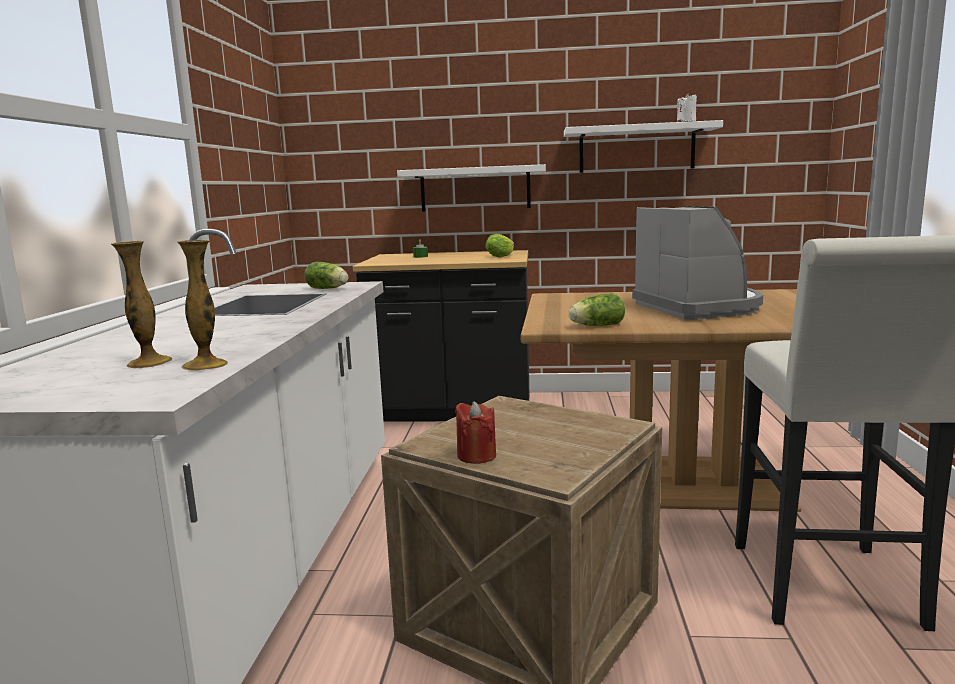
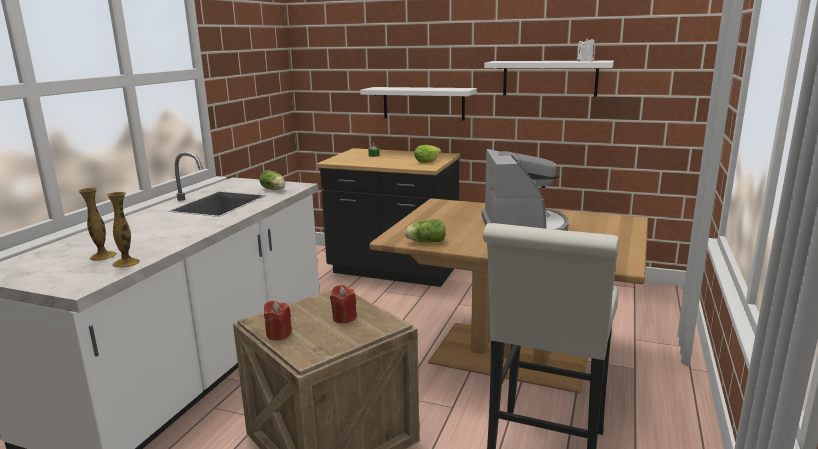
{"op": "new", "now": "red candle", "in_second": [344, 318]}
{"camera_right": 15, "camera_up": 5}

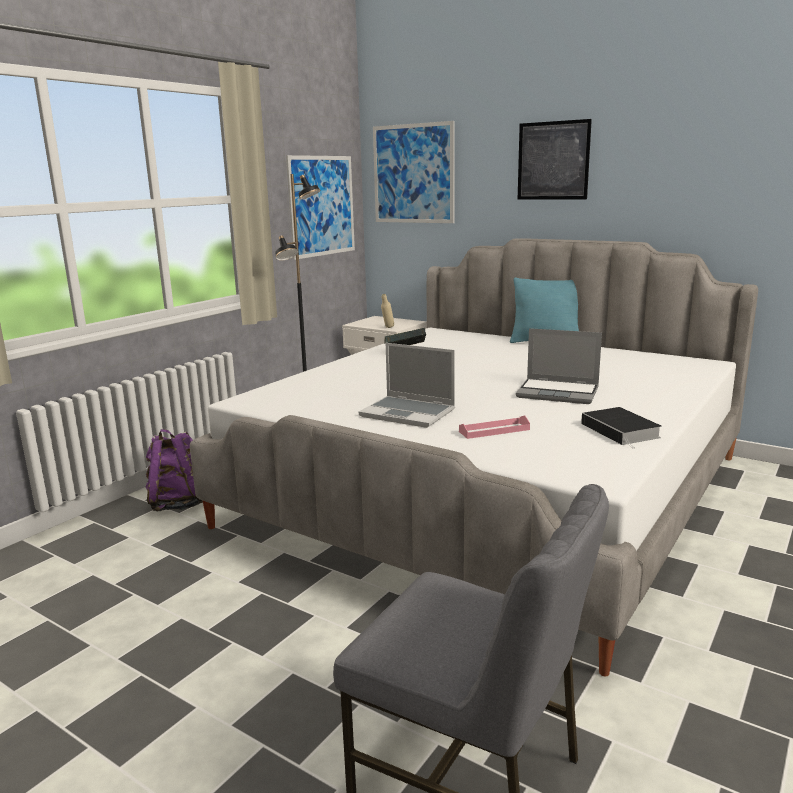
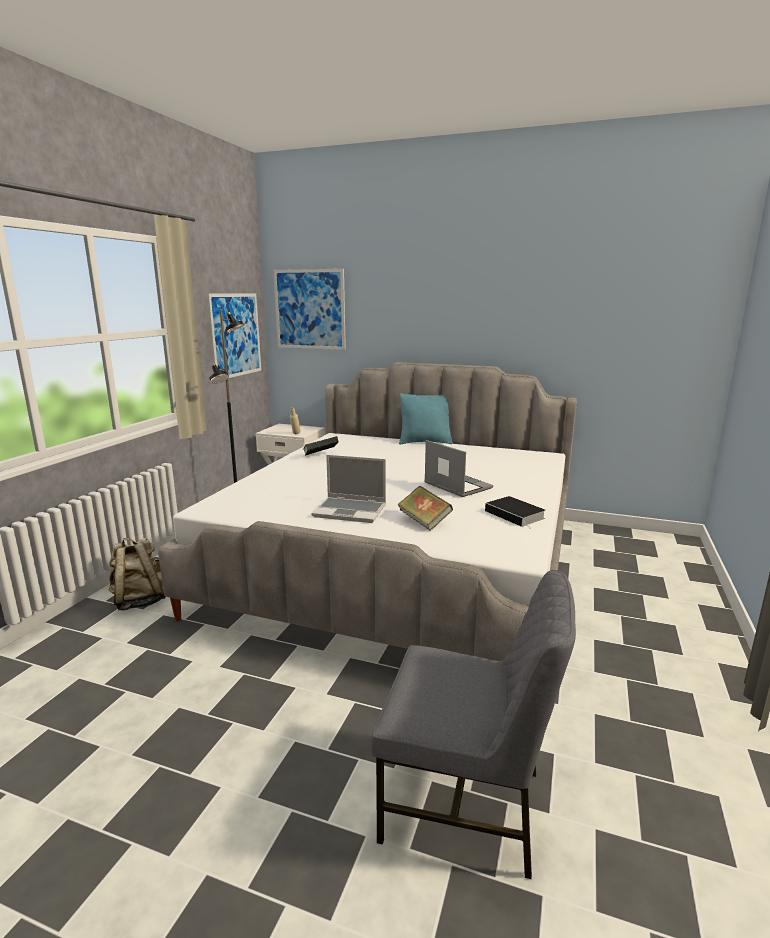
{"op": "gone", "was": "picture", "in_first": [553, 161]}
{"op": "rotated", "was": "laptop", "in_first": [559, 393], "in_second": [456, 486], "clockwise": -135}
{"op": "swapped", "was": "pink tray", "now": "book", "in_first": [494, 430], "in_second": [424, 521]}
{"op": "repainted", "was": "purple backpack", "now": "beige backpack", "in_first": [180, 504], "in_second": [141, 601]}
{"camera_right": -15, "camera_up": 0}

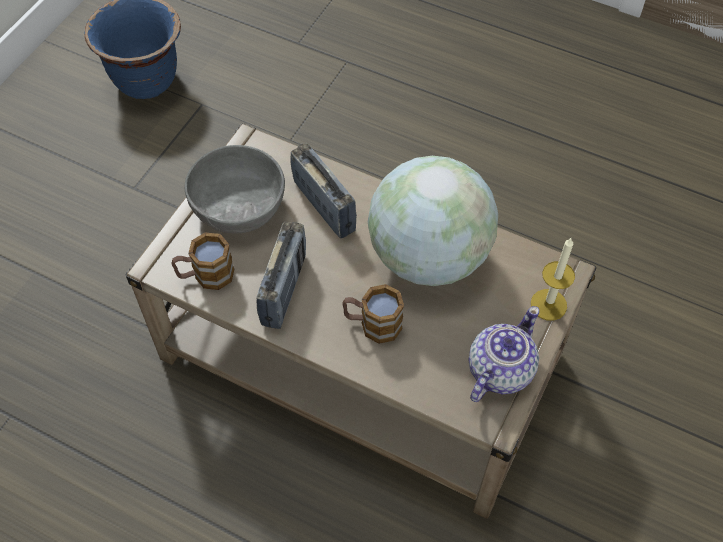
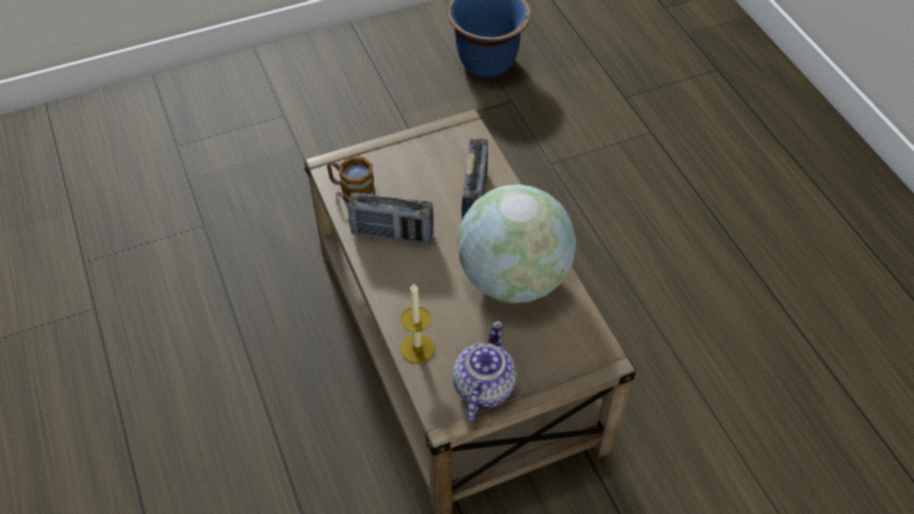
{"op": "gone", "was": "grey bowl", "in_first": [239, 206]}
{"op": "rotated", "was": "radio", "in_first": [284, 290], "in_second": [392, 234], "clockwise": 45}
{"op": "shifted", "was": "candle", "in_first": [548, 304], "in_second": [417, 348]}
{"op": "gone", "was": "mug", "in_first": [372, 324]}
{"op": "rotated", "was": "teapot", "in_first": [499, 370], "in_second": [482, 388], "clockwise": -60}
{"camera_right": 40, "camera_up": -5}

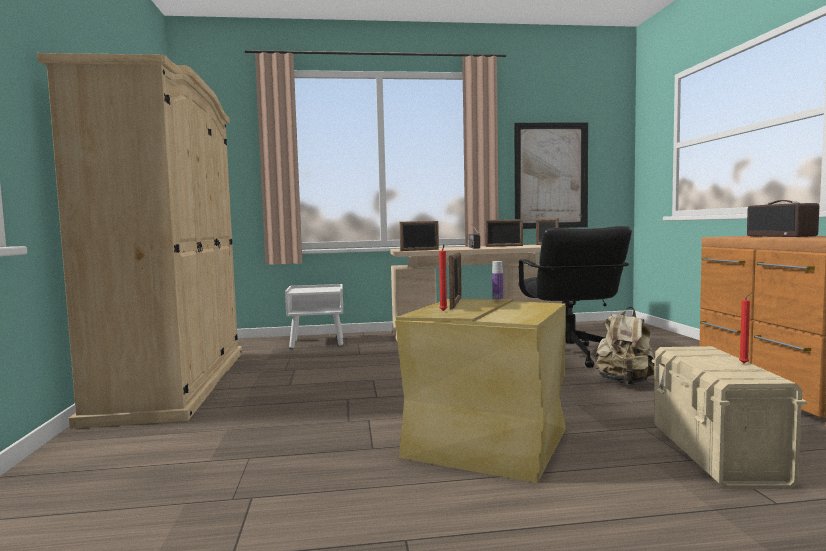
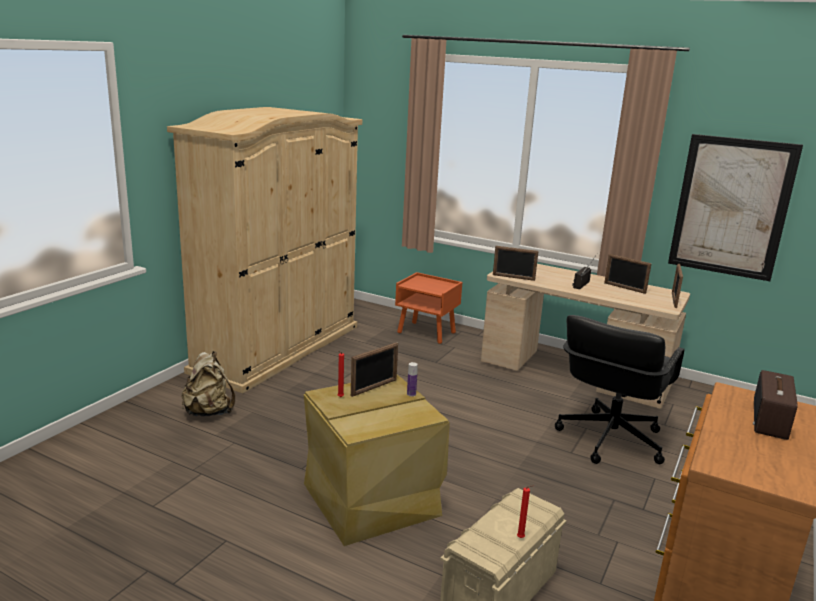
{"op": "repainted", "was": "white nightstand", "now": "orange nightstand", "in_first": [318, 342], "in_second": [427, 333]}
{"op": "shifted", "was": "beige backpack", "in_first": [625, 383], "in_second": [209, 412]}
{"camera_right": 35, "camera_up": 15}

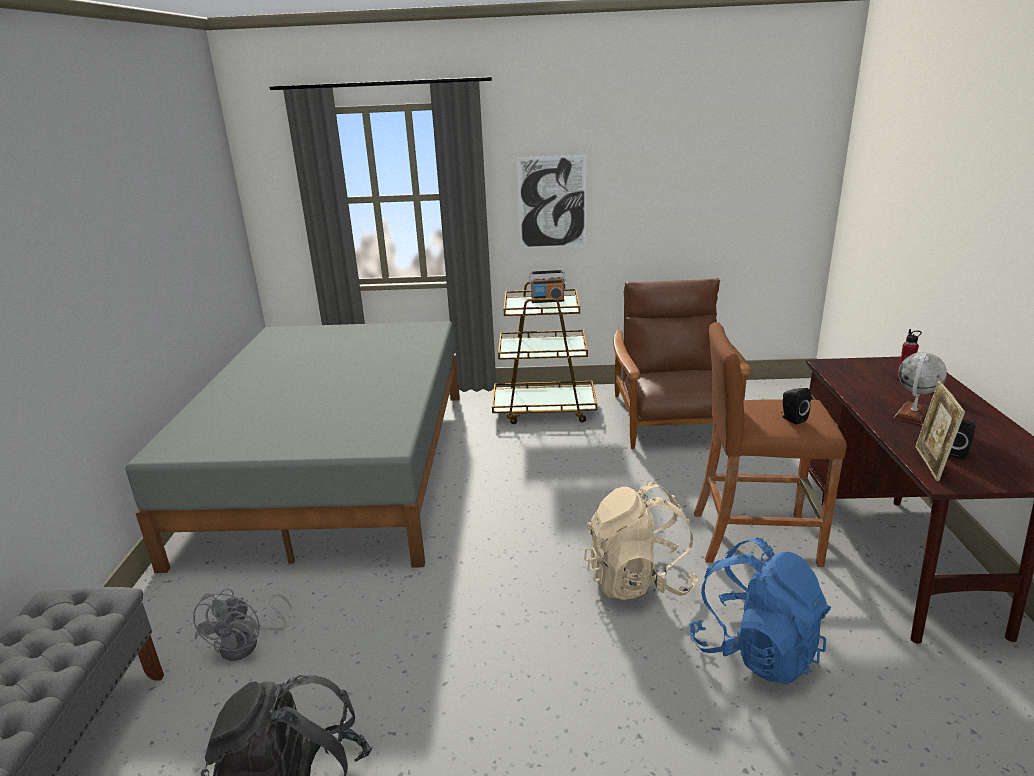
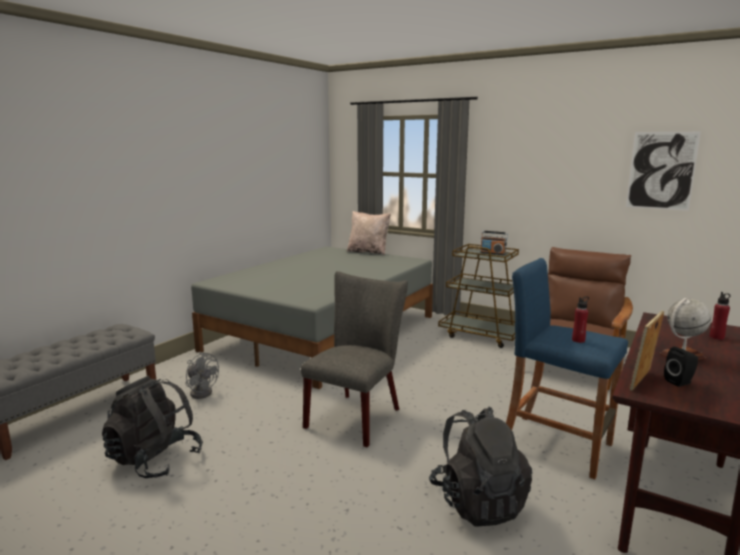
{"op": "shifted", "was": "picture", "in_first": [552, 202], "in_second": [661, 171]}
{"op": "repainted", "was": "brown stool", "now": "blue stool", "in_first": [755, 538], "in_second": [556, 445]}
{"op": "swapped", "was": "black speaker", "now": "red bottle", "in_first": [792, 419], "in_second": [578, 340]}
{"op": "gone", "was": "beige backpack", "in_first": [638, 580]}
{"op": "repainted", "was": "blue backpack", "now": "black backpack", "in_first": [755, 650], "in_second": [478, 502]}
{"op": "rotated", "was": "grey fan", "in_first": [248, 644], "in_second": [202, 392], "clockwise": -90}
{"op": "new", "now": "beige pillow", "in_second": [368, 252]}
{"op": "new", "now": "grey chair", "in_second": [357, 415]}
{"camera_right": 30, "camera_up": -10}

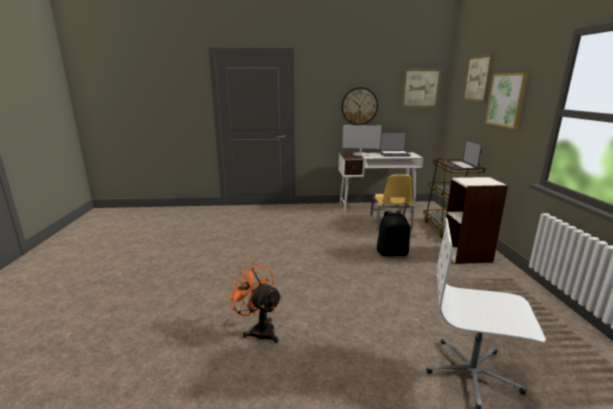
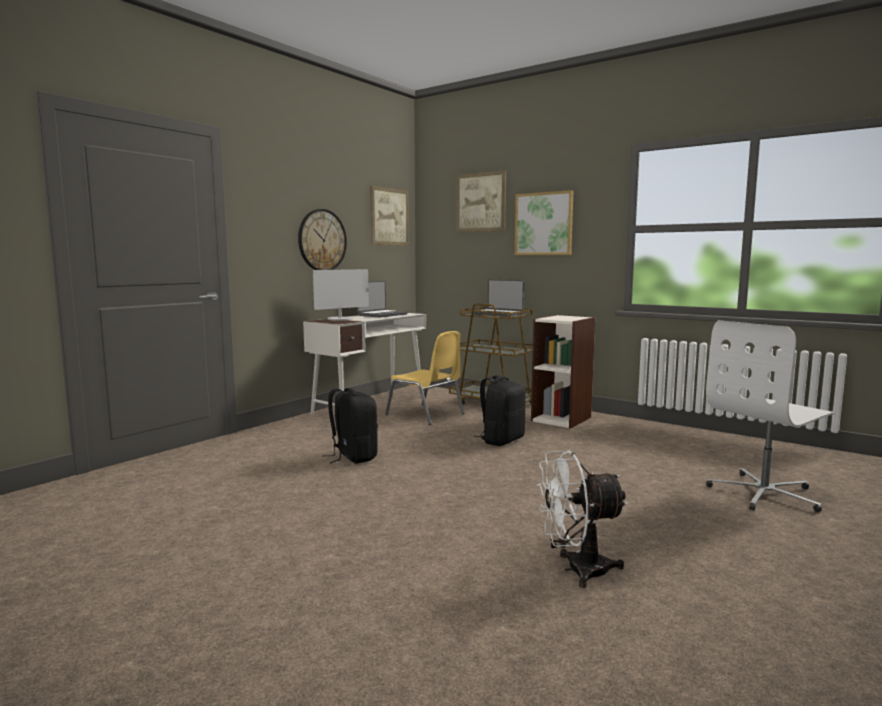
{"op": "repainted", "was": "orange fan", "now": "white fan", "in_first": [259, 329], "in_second": [576, 570]}
{"op": "new", "now": "black backpack", "in_second": [353, 457]}
{"camera_right": -50, "camera_up": -10}

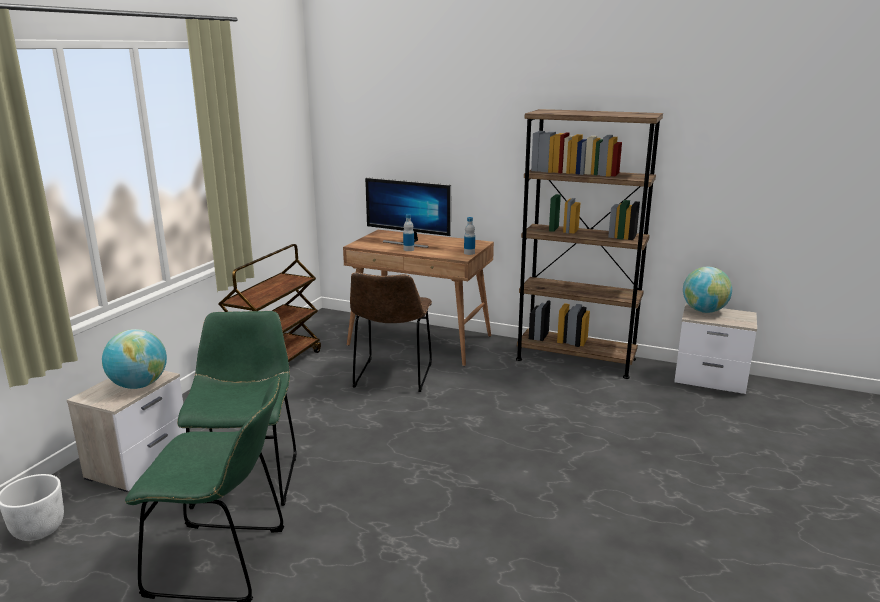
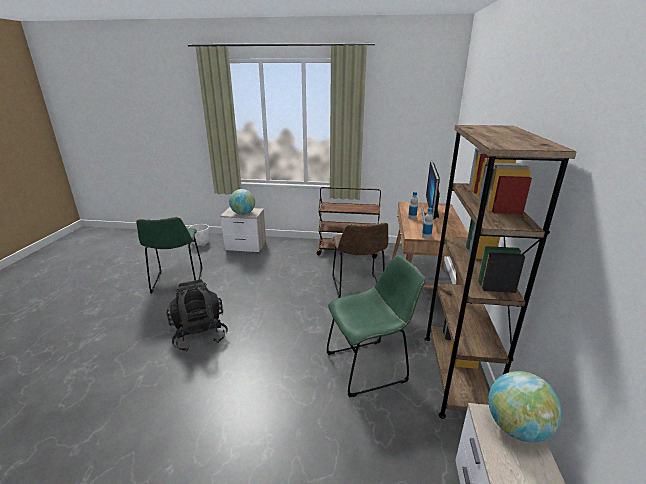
{"op": "rotated", "was": "brown chair", "in_first": [392, 377], "in_second": [358, 288], "clockwise": -90}
{"op": "shifted", "was": "green chair", "in_first": [248, 477], "in_second": [370, 366]}
{"op": "new", "now": "black backpack", "in_second": [199, 334]}
{"camera_right": 75, "camera_up": 5}

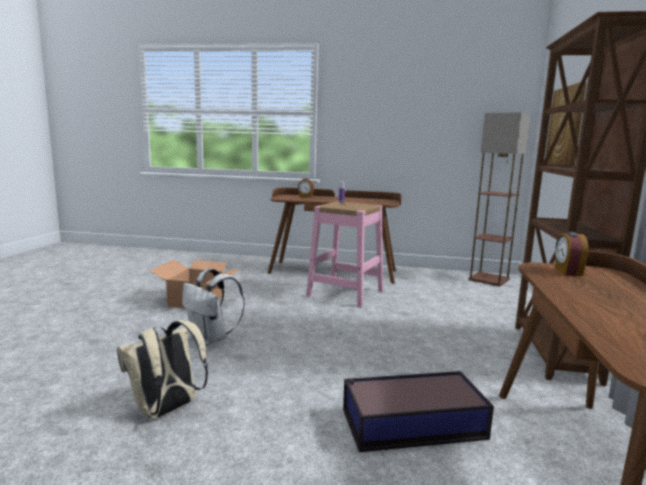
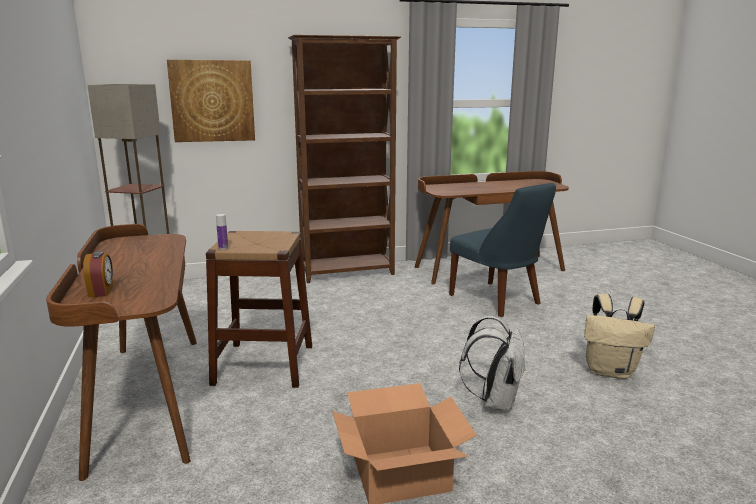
{"op": "repainted", "was": "pink stool", "now": "brown stool", "in_first": [345, 293], "in_second": [264, 364]}
{"op": "gone", "was": "alarm clock", "in_first": [567, 271]}
{"op": "swapped", "was": "storage box", "now": "blue chair", "in_first": [411, 423], "in_second": [497, 300]}
{"camera_right": -115, "camera_up": 5}

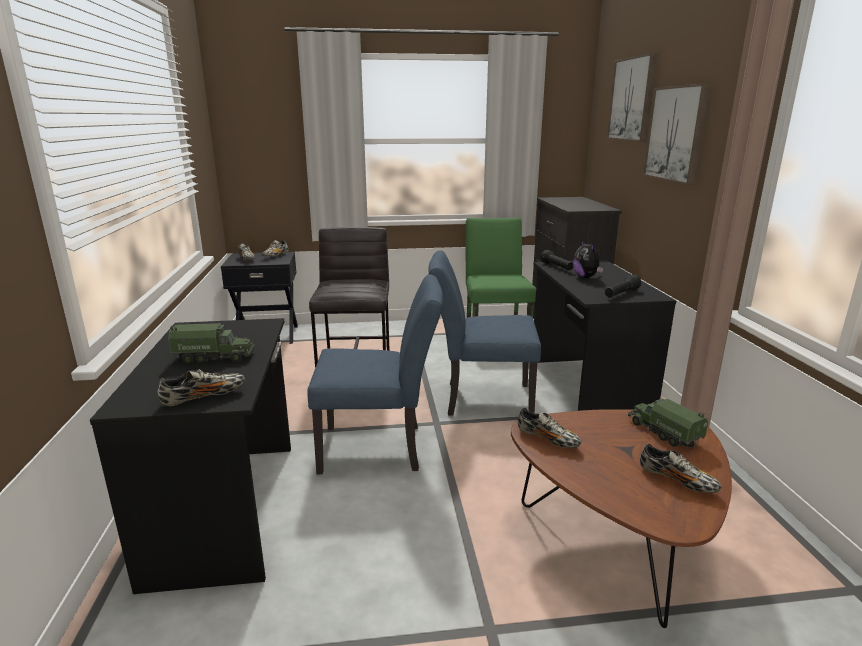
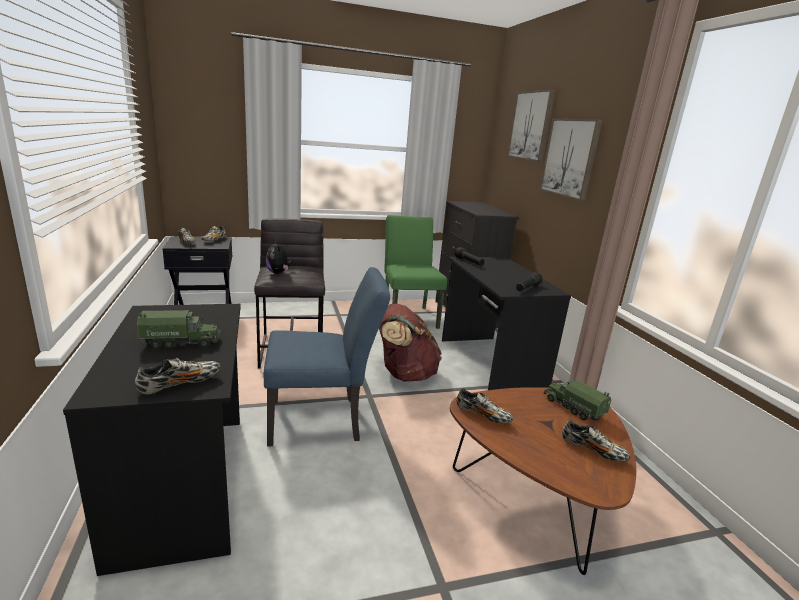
{"op": "shifted", "was": "plush toy", "in_first": [586, 277], "in_second": [278, 272]}
{"op": "swapped", "was": "blue chair", "now": "brown backpack", "in_first": [480, 399], "in_second": [404, 374]}
{"camera_right": -10, "camera_up": 0}

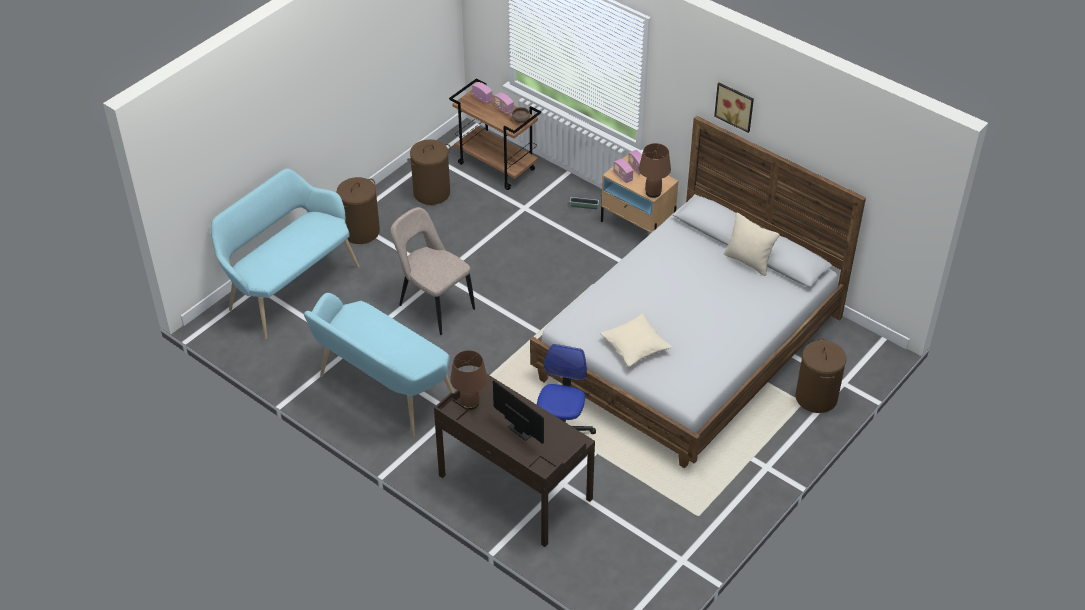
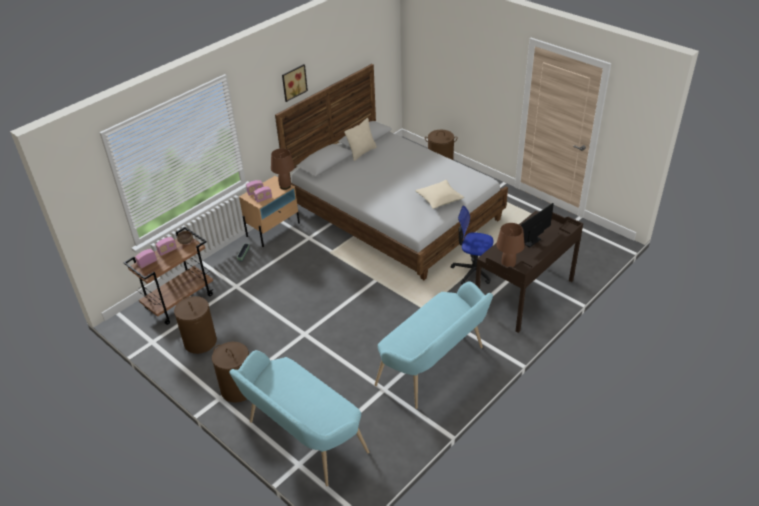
{"op": "gone", "was": "beige chair", "in_first": [434, 306]}
{"camera_right": -85, "camera_up": -5}

